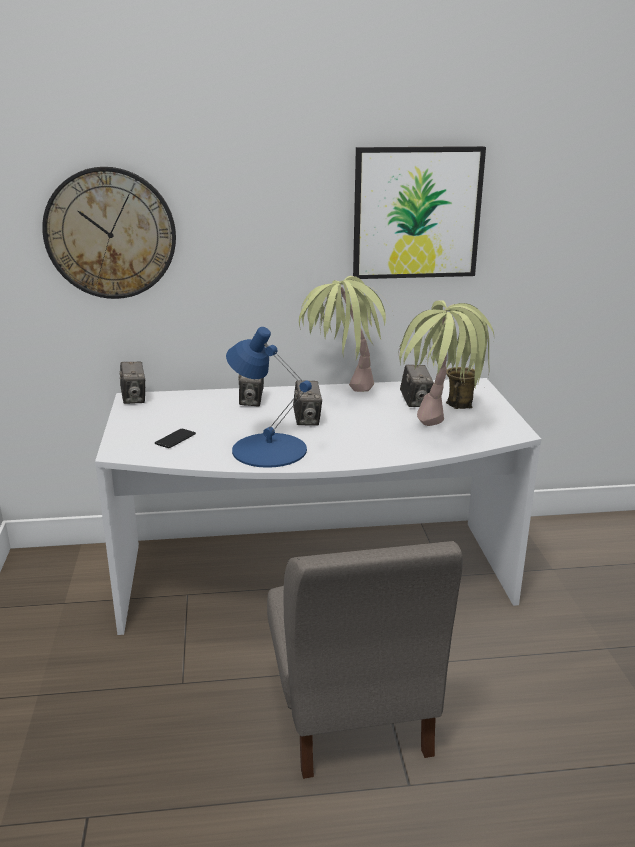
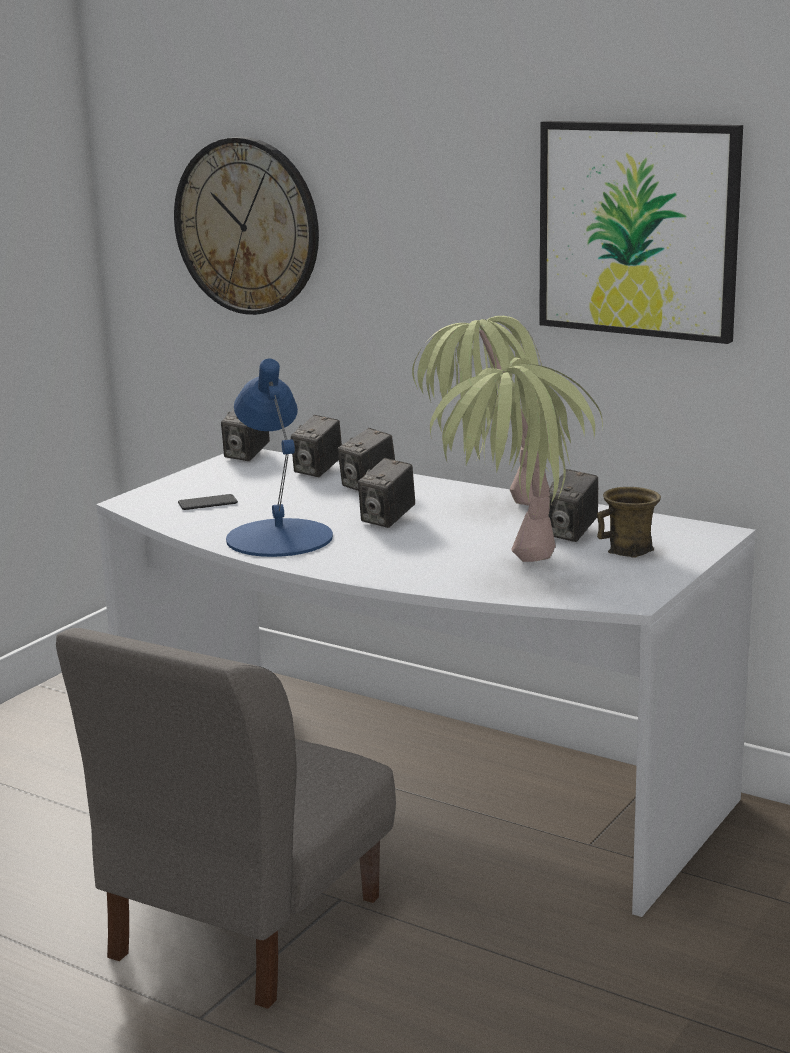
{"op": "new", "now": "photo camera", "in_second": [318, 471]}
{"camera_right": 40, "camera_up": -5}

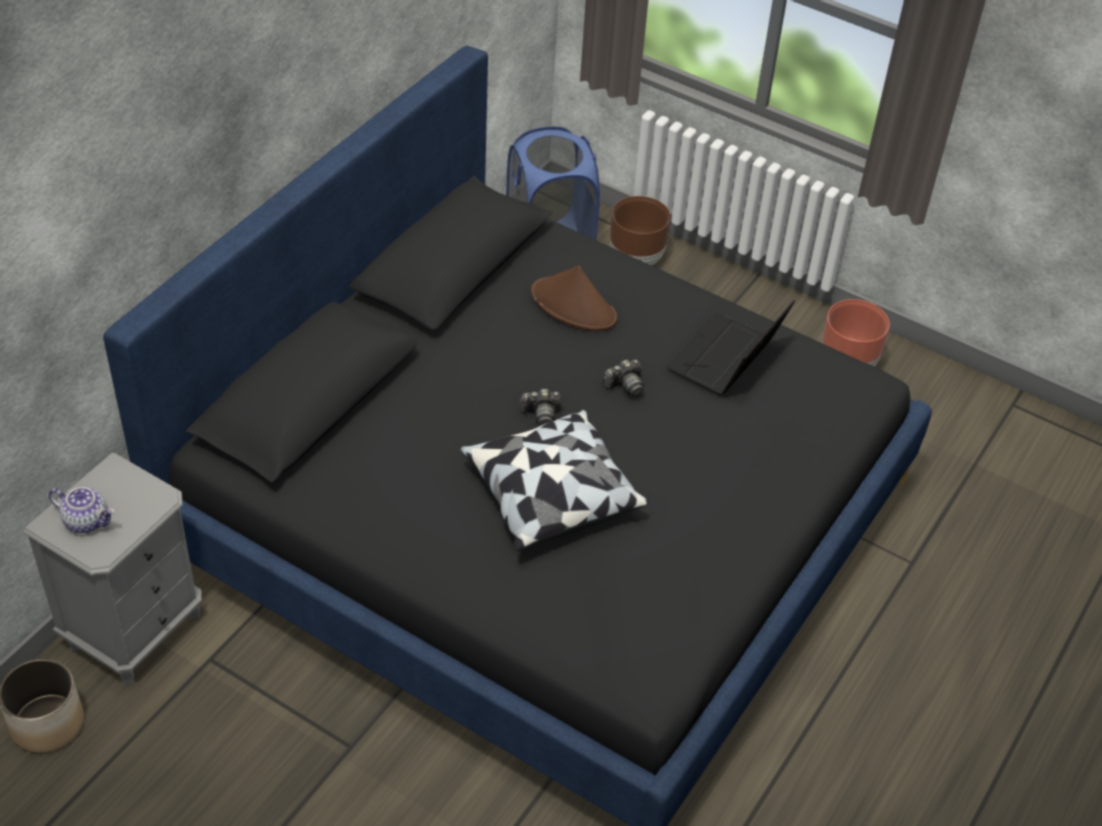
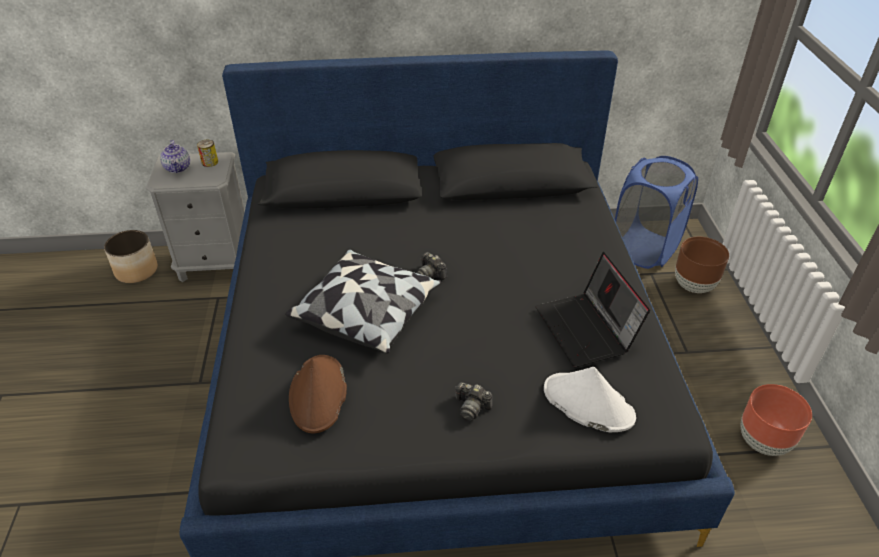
{"op": "shifted", "was": "brown hat", "in_first": [574, 306], "in_second": [318, 394]}
{"op": "rotated", "was": "laptop", "in_first": [726, 360], "in_second": [587, 330], "clockwise": -105}
{"op": "shifted", "was": "photo camera", "in_first": [625, 386], "in_second": [471, 407]}
{"op": "new", "now": "can", "in_second": [210, 162]}
{"op": "new", "now": "white hat", "in_second": [587, 403]}
{"camera_right": 55, "camera_up": -5}

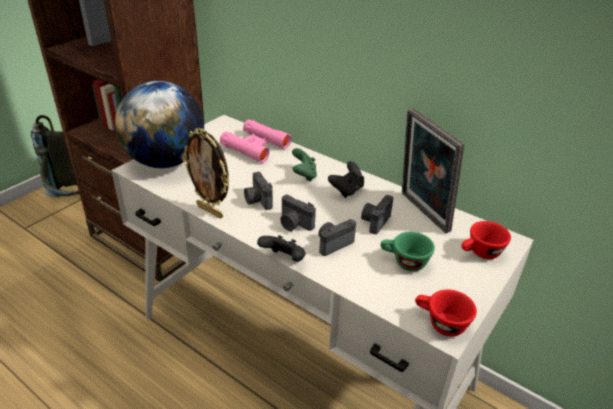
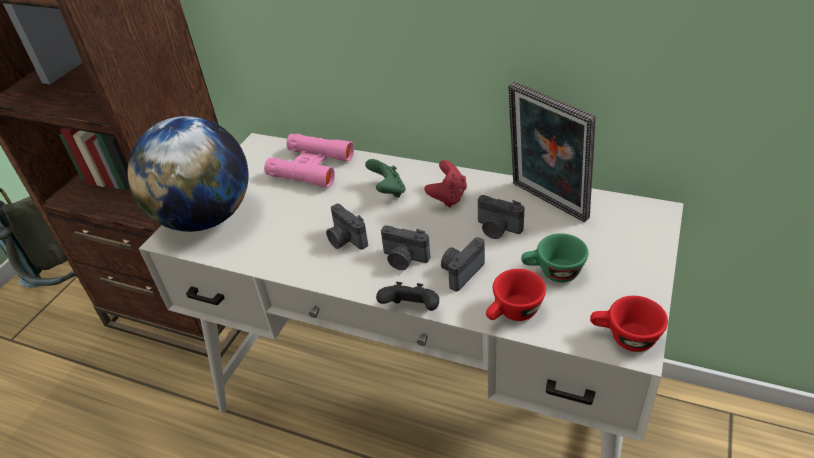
{"op": "gone", "was": "picture frame", "in_first": [211, 211]}
{"op": "repainted", "was": "black game controller", "now": "red game controller", "in_first": [347, 190], "in_second": [448, 197]}
{"op": "rotated", "was": "photo camera", "in_first": [374, 221], "in_second": [497, 229], "clockwise": -75}
{"op": "shifted", "was": "red cup", "in_first": [480, 253], "in_second": [513, 313]}
{"camera_right": -10, "camera_up": 5}

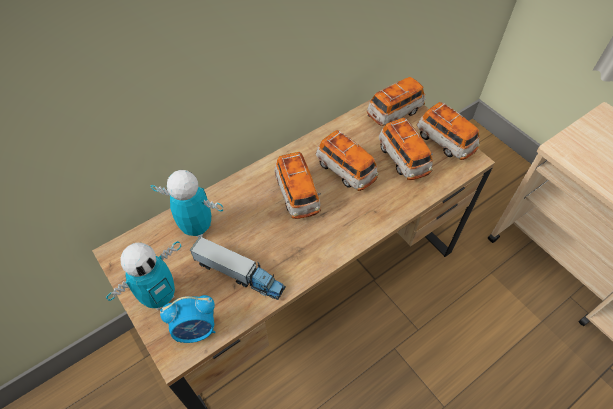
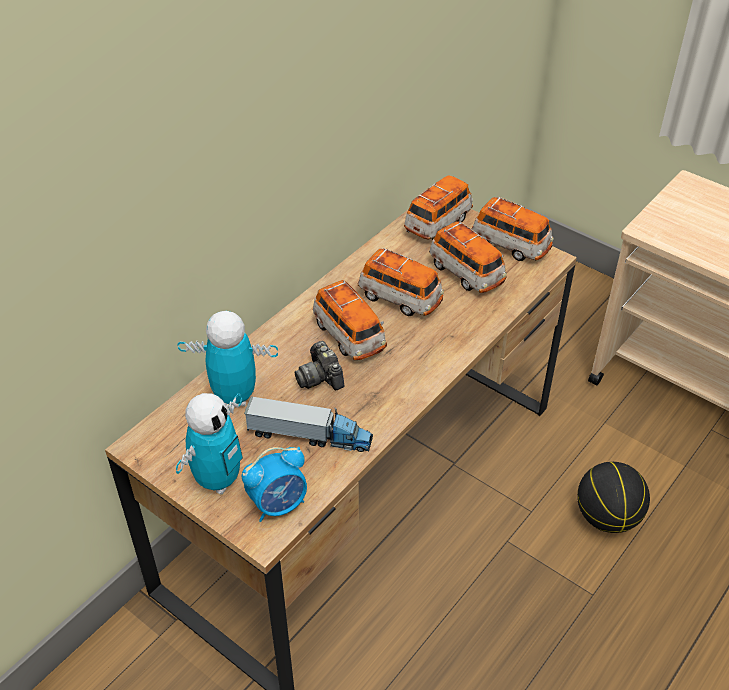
{"op": "new", "now": "photo camera", "in_second": [320, 377]}
{"op": "new", "now": "basketball", "in_second": [607, 517]}
{"camera_right": -15, "camera_up": -10}

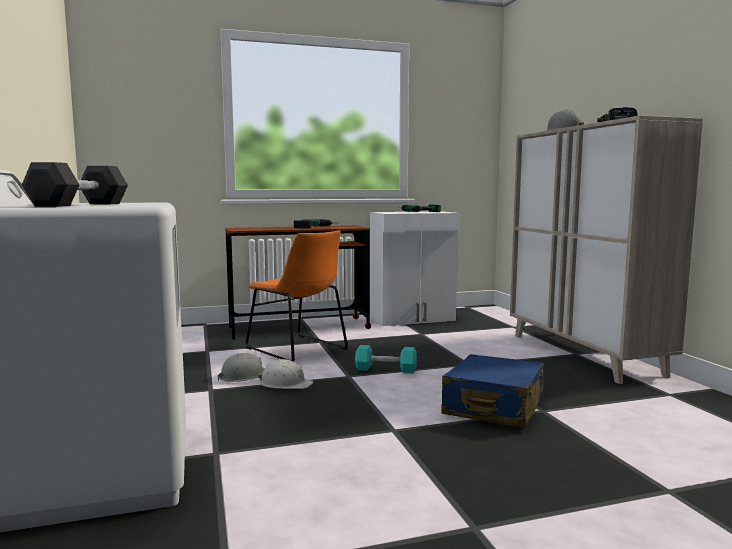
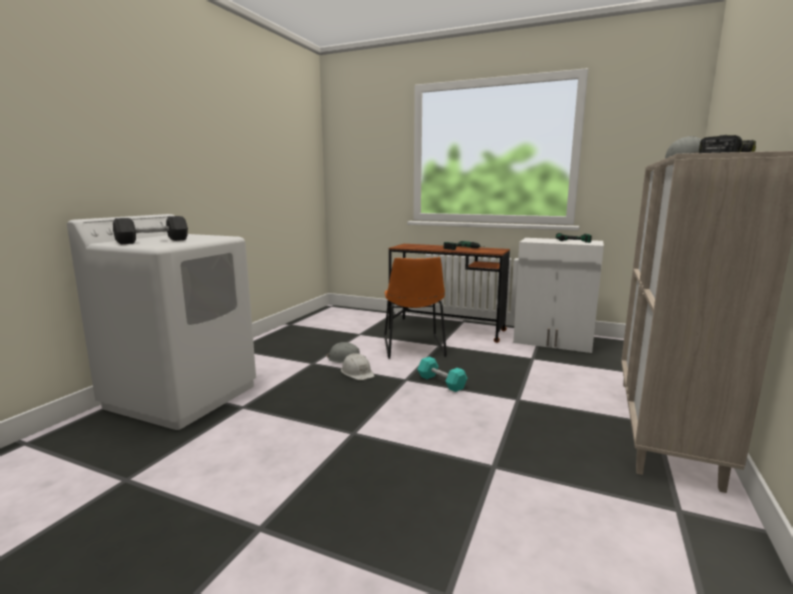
{"op": "gone", "was": "blue suitcase", "in_first": [493, 407]}
{"camera_right": 40, "camera_up": 5}

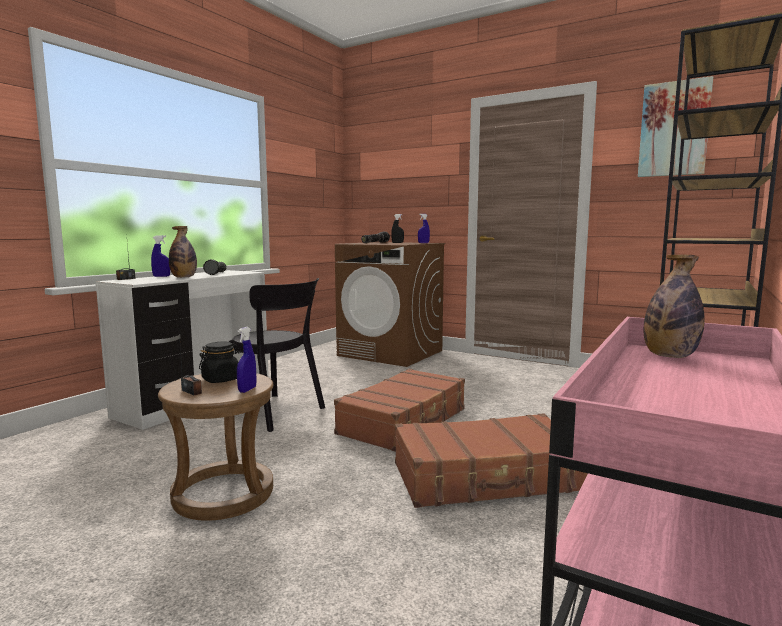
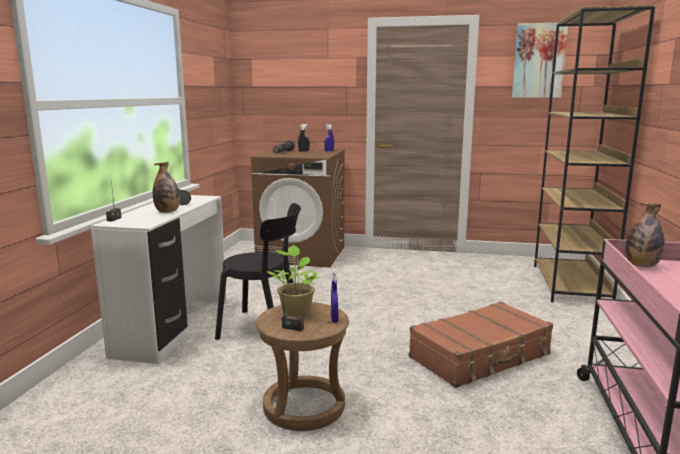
{"op": "gone", "was": "blue spray bottle", "in_first": [161, 276]}
{"op": "swapped", "was": "black jar", "now": "potted plant", "in_first": [221, 379], "in_second": [296, 312]}
{"op": "gone", "was": "brown suitcase", "in_first": [404, 422]}
{"camera_right": -20, "camera_up": 5}

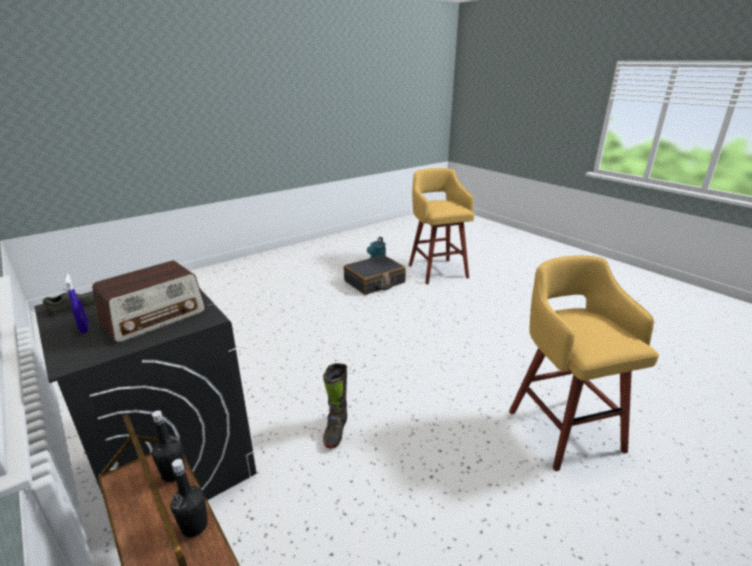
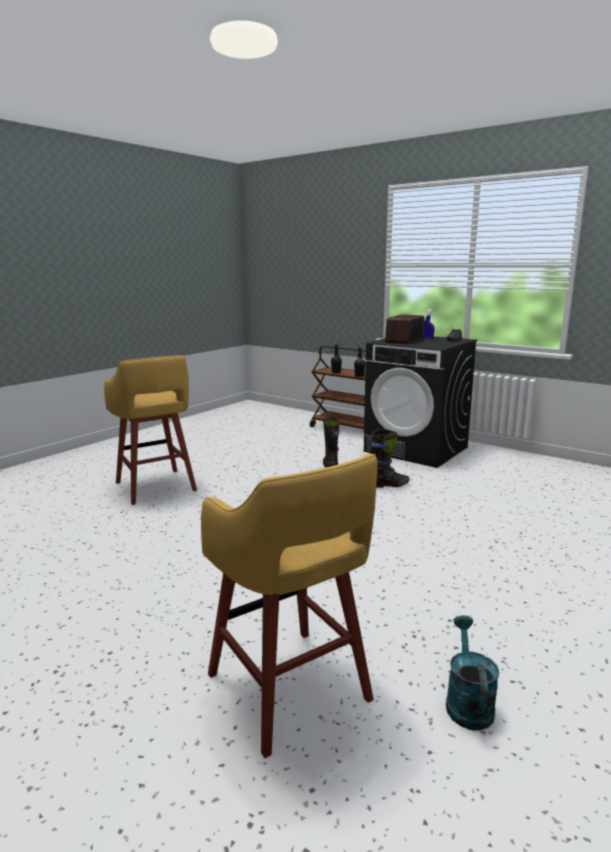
{"op": "gone", "was": "black suitcase", "in_first": [374, 282]}
{"op": "new", "now": "black boot", "in_second": [388, 485]}
{"camera_right": 165, "camera_up": -10}

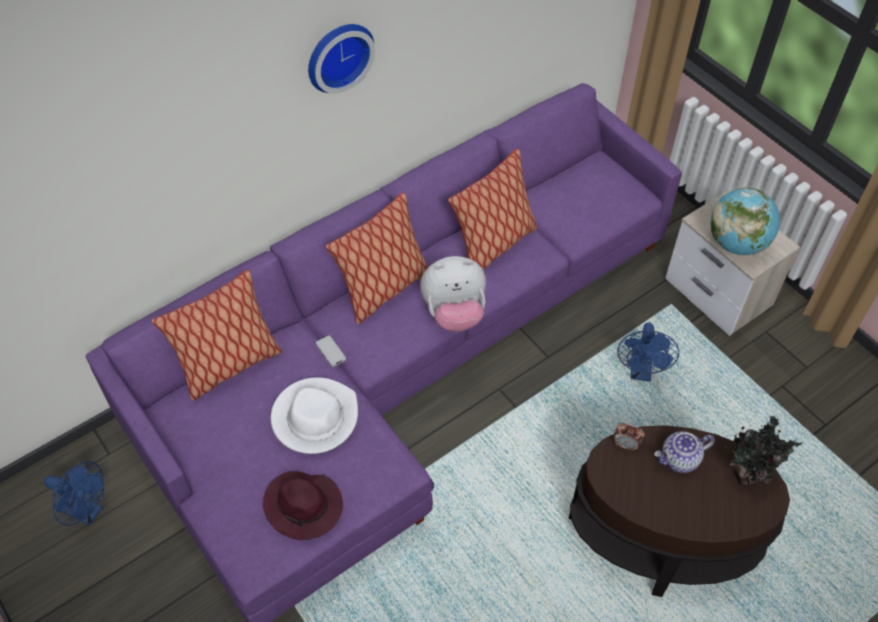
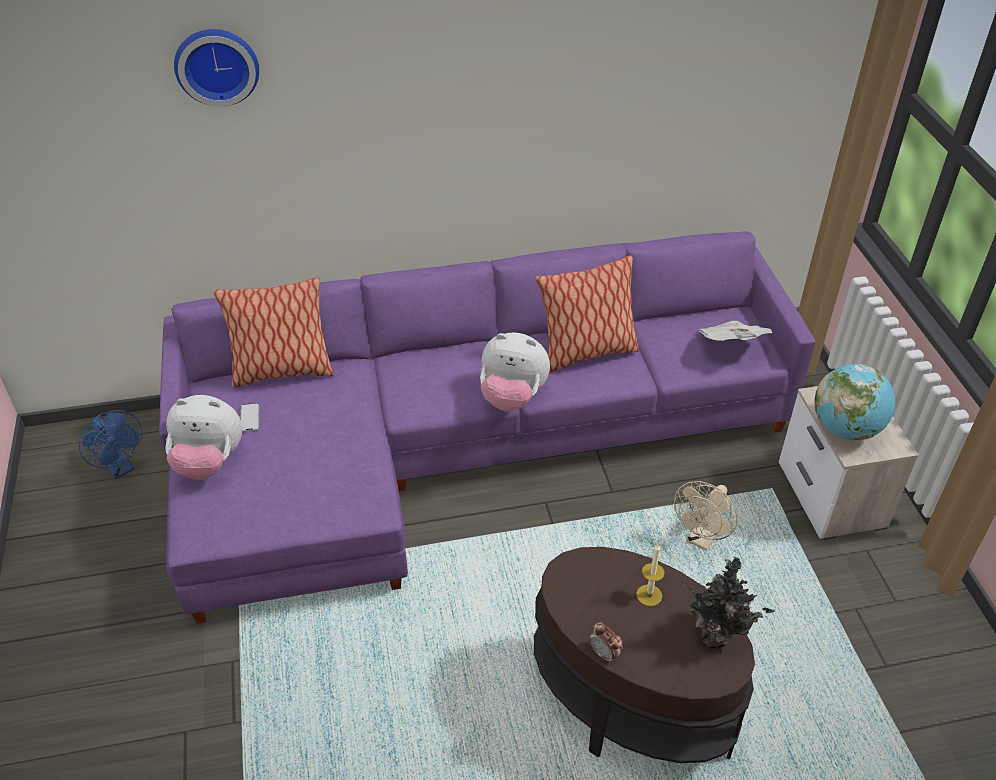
{"op": "shifted", "was": "wall clock", "in_first": [337, 55], "in_second": [217, 65]}
{"op": "gone", "was": "pillow", "in_first": [384, 290]}
{"op": "repainted", "was": "blue fan", "now": "beige fan", "in_first": [641, 372], "in_second": [702, 539]}
{"op": "shifted", "was": "phone", "in_first": [330, 351], "in_second": [250, 418]}
{"op": "gone", "was": "white hat", "in_first": [315, 417]}
{"op": "shifted", "was": "alarm clock", "in_first": [625, 445], "in_second": [604, 654]}
{"op": "swapped", "was": "teapot", "now": "candle", "in_first": [679, 460], "in_second": [649, 595]}
{"op": "gone", "was": "purple hat", "in_first": [305, 507]}
{"op": "new", "now": "newspaper", "in_second": [731, 345]}
{"op": "new", "now": "plush toy", "in_second": [209, 462]}
{"camera_right": 25, "camera_up": -10}

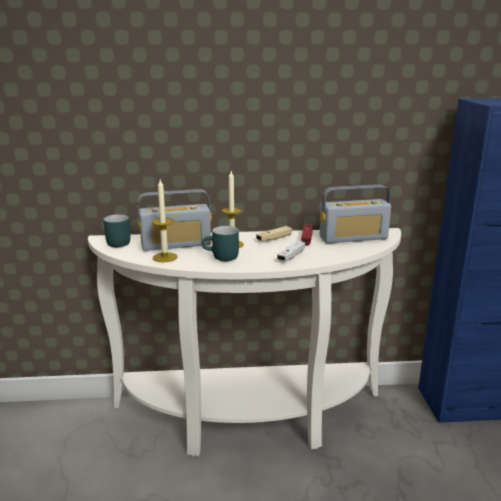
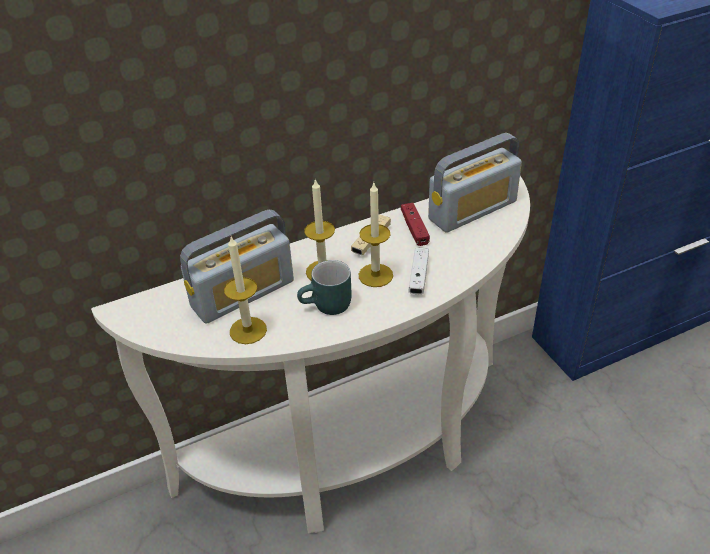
{"op": "gone", "was": "turquoise mug", "in_first": [115, 243]}
{"op": "new", "now": "candle", "in_second": [375, 275]}
{"camera_right": -20, "camera_up": 20}

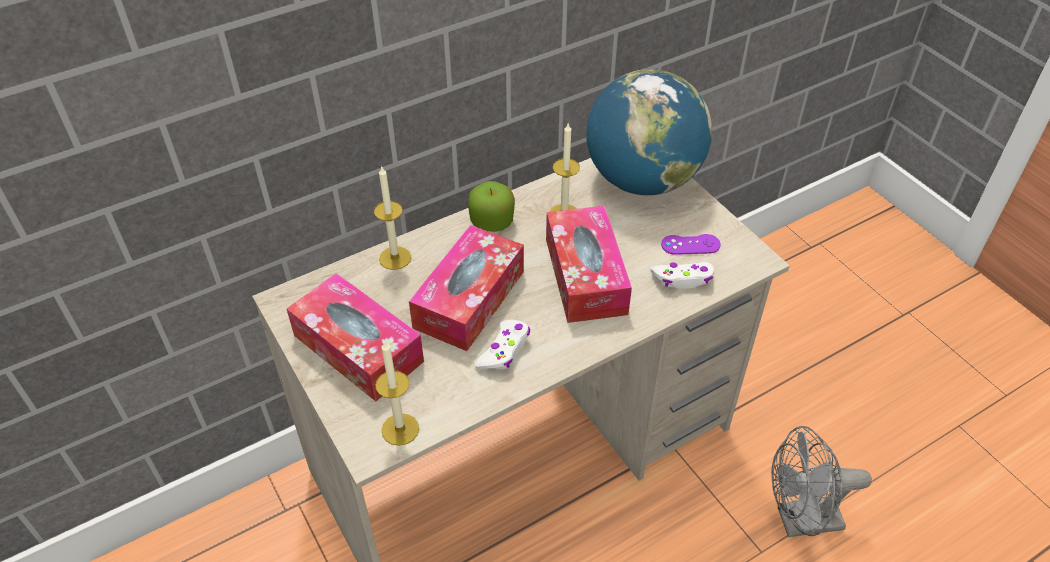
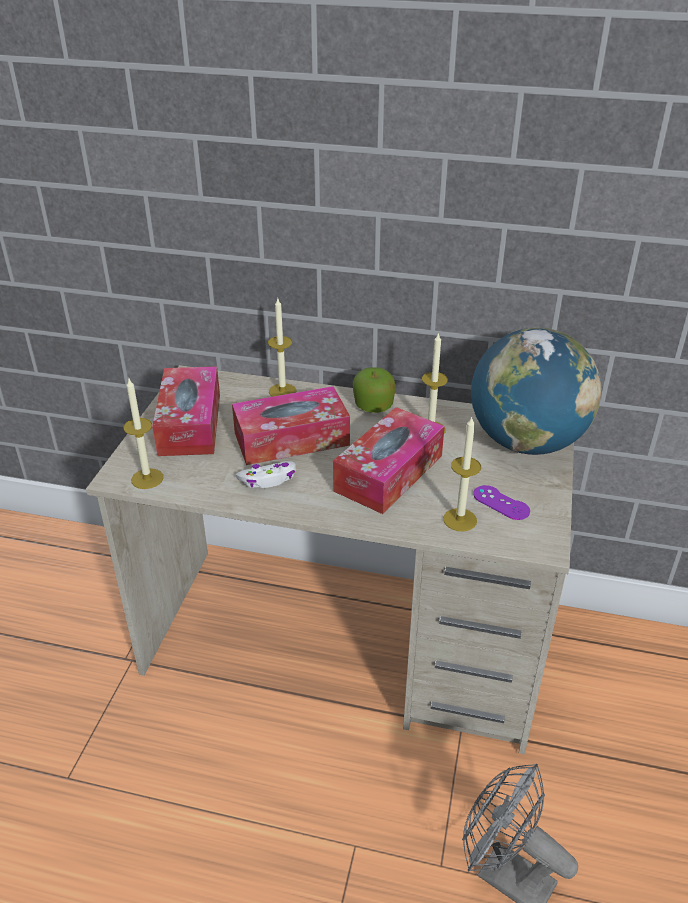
{"op": "swapped", "was": "white game controller", "now": "candle", "in_first": [683, 279], "in_second": [460, 520]}
{"camera_right": 45, "camera_up": -10}

